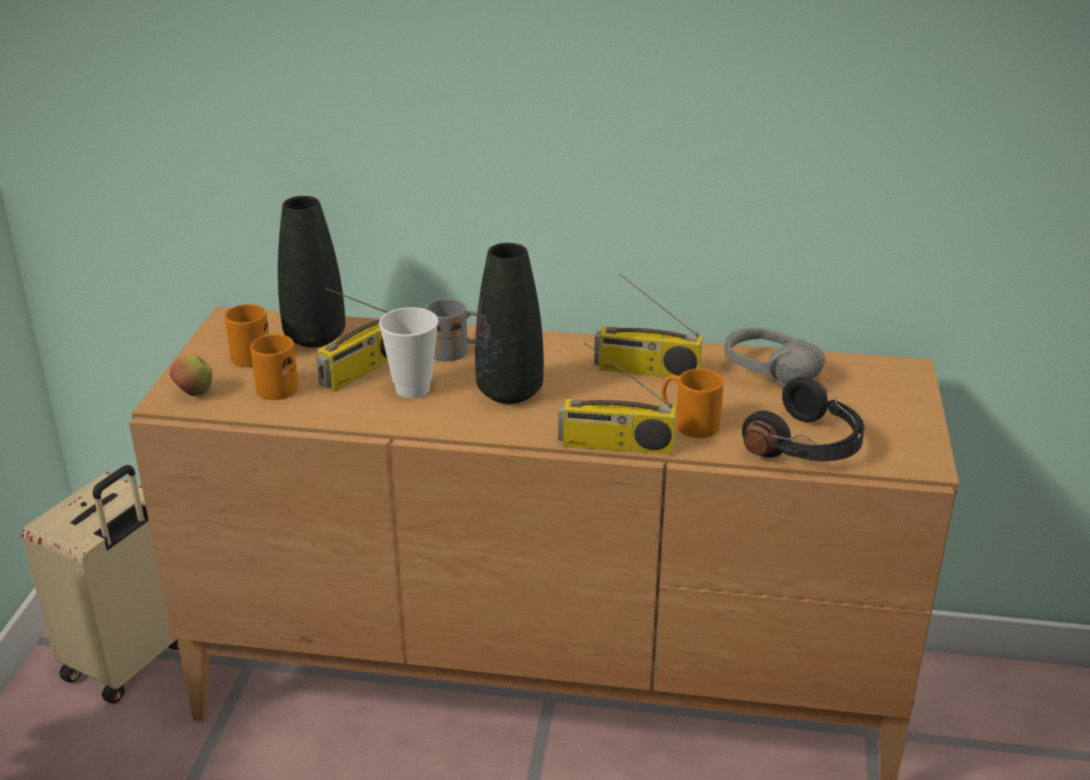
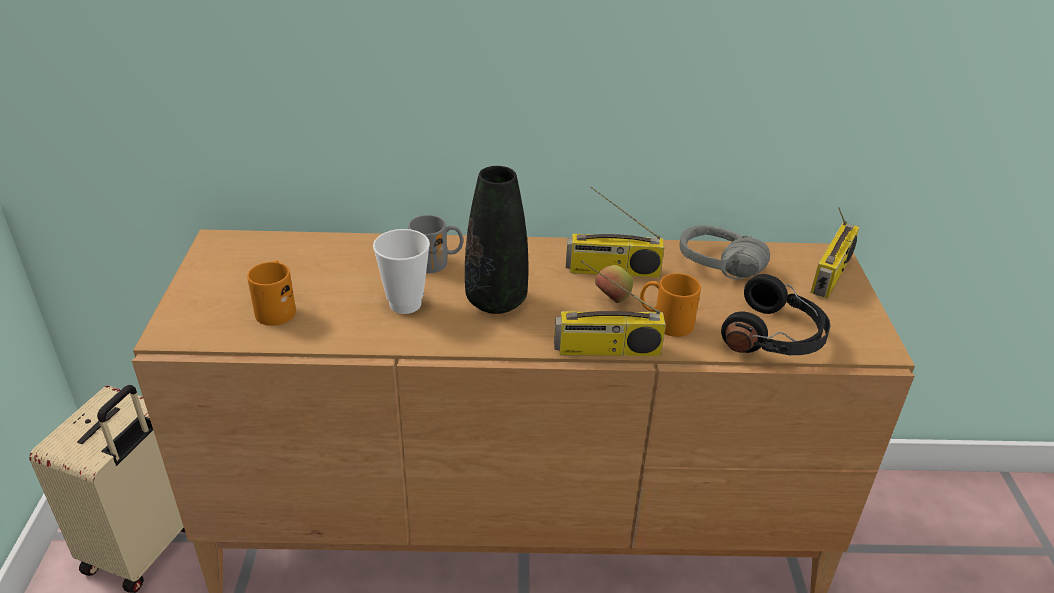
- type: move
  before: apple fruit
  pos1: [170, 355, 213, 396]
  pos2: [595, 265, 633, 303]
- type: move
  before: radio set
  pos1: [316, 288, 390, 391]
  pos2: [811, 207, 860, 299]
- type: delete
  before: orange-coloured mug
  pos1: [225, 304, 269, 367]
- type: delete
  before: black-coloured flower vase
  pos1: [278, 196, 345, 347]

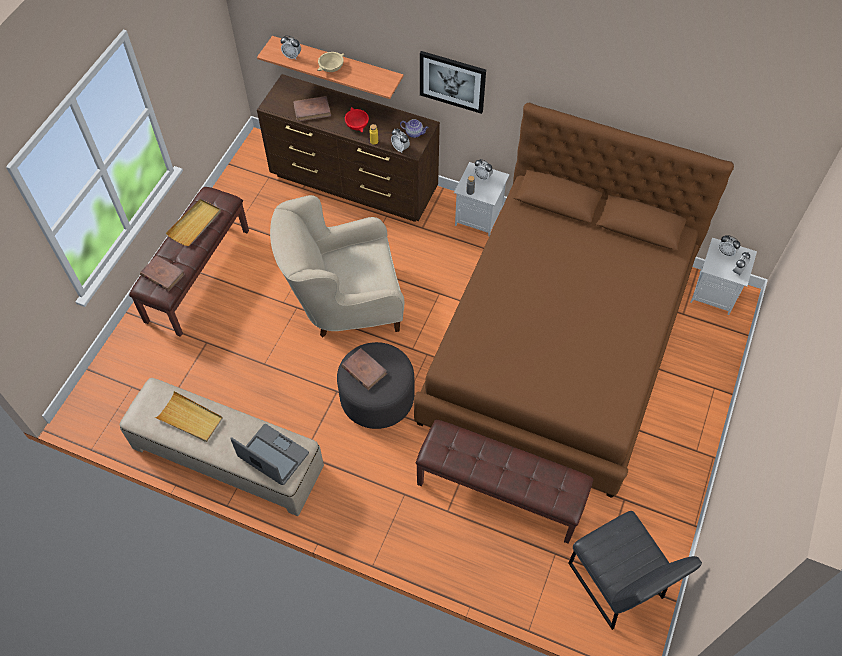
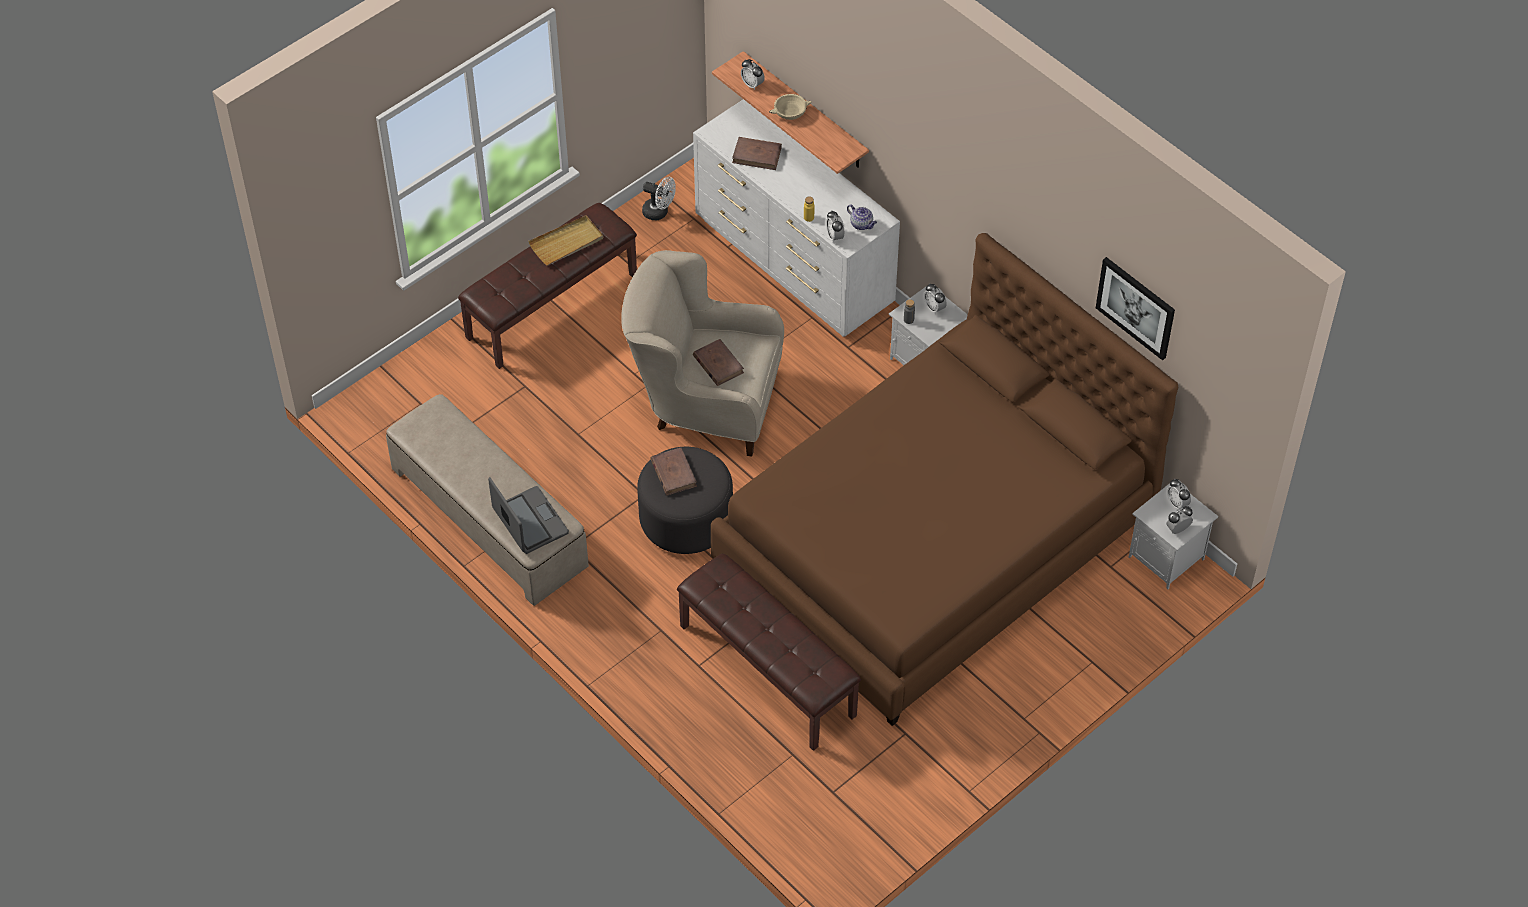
- type: insert
  after: white-coloured cooling fan
  pos2: [642, 177, 676, 220]
- type: recolor
  before: brownish drawer chest
  after: white-coloured drawer chest
  pos1: [257, 74, 440, 222]
  pos2: [693, 99, 900, 337]
- type: move
  before: brownish volume
  pos1: [140, 255, 185, 291]
  pos2: [693, 339, 744, 386]
- type: move
  before: wall art
  pos1: [420, 51, 486, 114]
  pos2: [1096, 257, 1175, 360]
- type: delete
  before: beige serving tray
  pos1: [155, 391, 223, 442]
- type: delete
  before: red bowl
  pos1: [345, 107, 369, 132]
- type: delete
  before: greyish plain chair
  pos1: [568, 511, 702, 630]

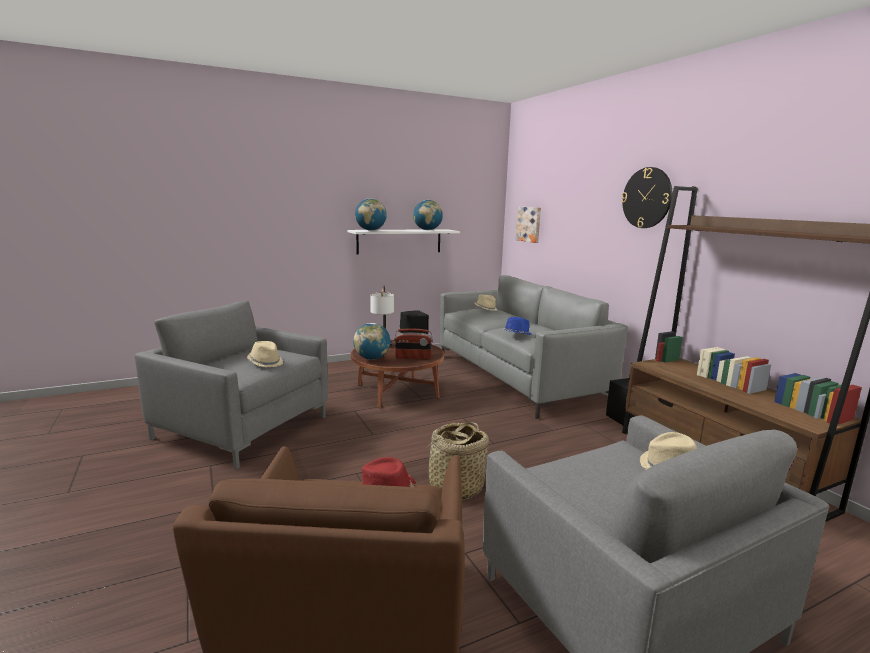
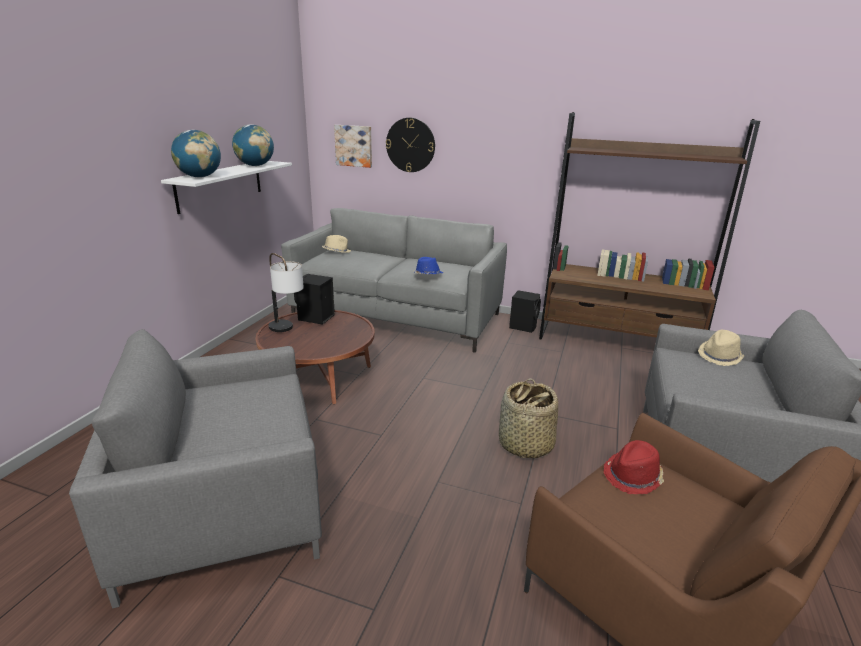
- type: move
  before: hanging clock
  pos1: [621, 167, 672, 228]
  pos2: [386, 118, 435, 172]
- type: delete
  before: beige clothing hat
  pos1: [247, 341, 283, 367]
- type: delete
  before: globe
  pos1: [353, 323, 390, 360]
- type: delete
  before: radio set
  pos1: [394, 329, 433, 359]

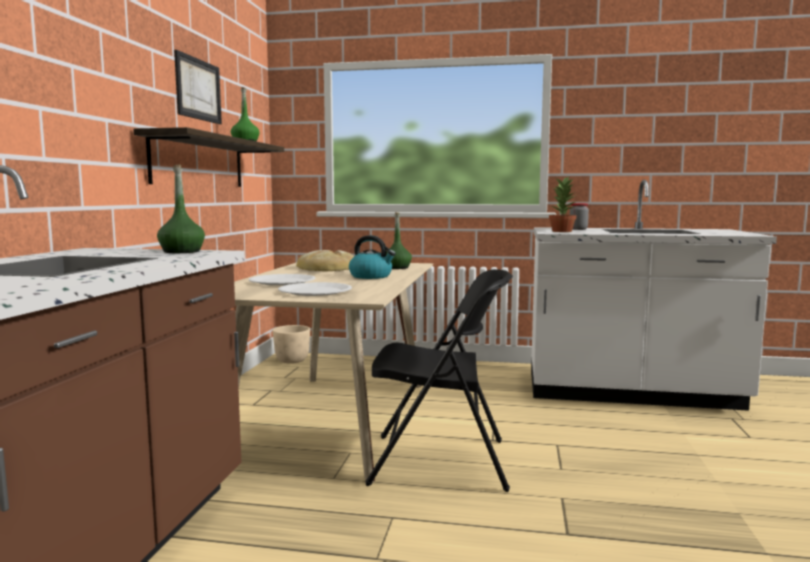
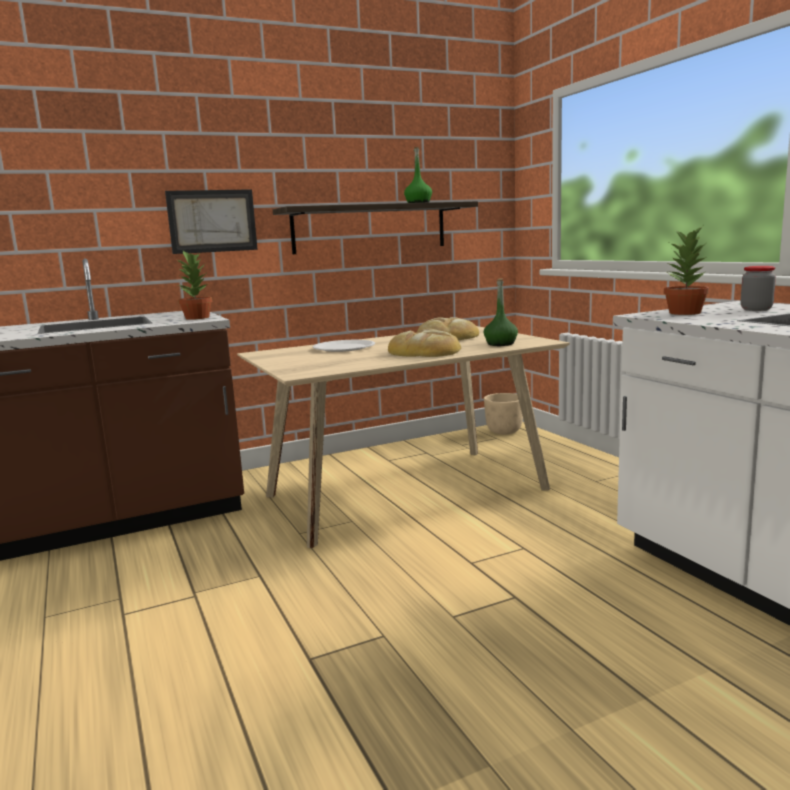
- type: move
  before: wall art
  pos1: [174, 50, 222, 124]
  pos2: [165, 189, 258, 254]
- type: replace
  before: greenish bottle
  after: houseplant
  pos1: [157, 165, 205, 253]
  pos2: [177, 251, 212, 320]
- type: replace
  before: kettle
  after: bread
  pos1: [349, 235, 396, 279]
  pos2: [388, 329, 461, 357]
- type: delete
  before: white-coloured flat dish
  pos1: [278, 282, 352, 296]
- type: delete
  before: black-coloured plain chair
  pos1: [365, 269, 513, 492]

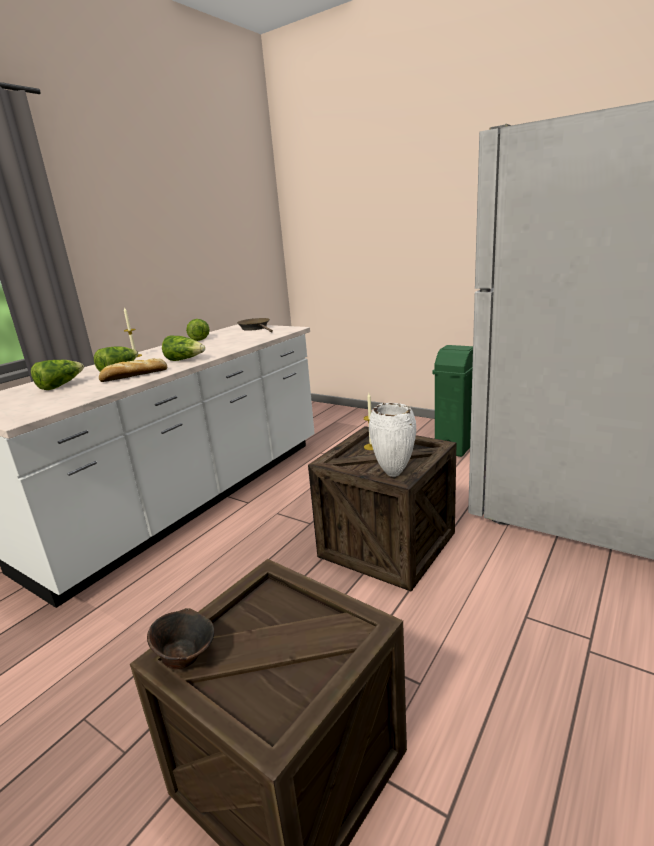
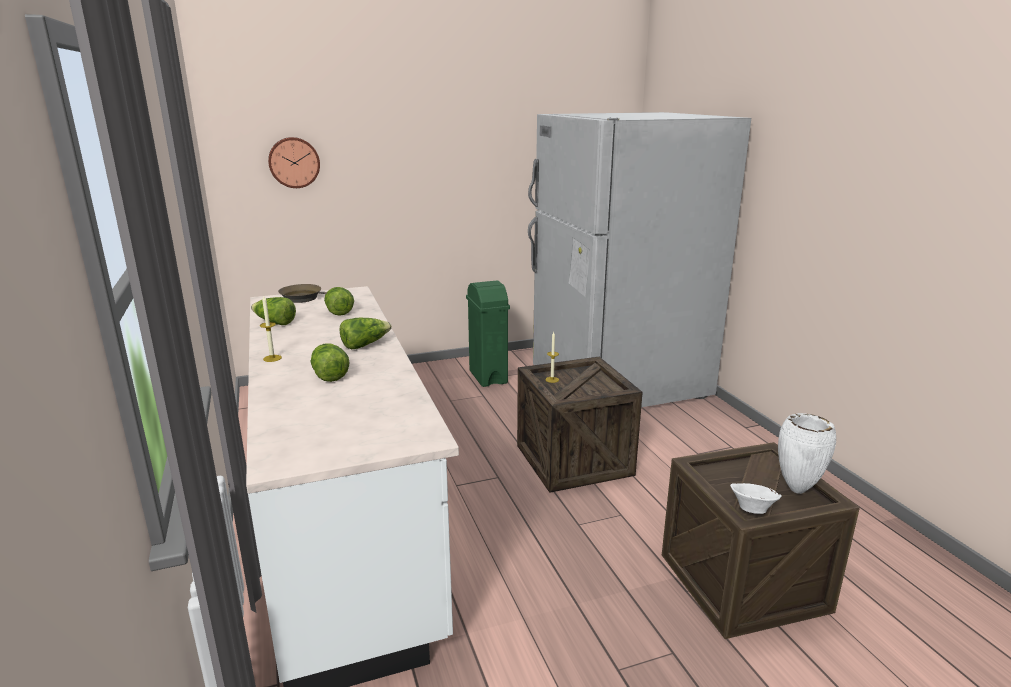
- type: insert
  after: hanging clock
  pos2: [268, 137, 320, 188]
- type: move
  before: lettuce
  pos1: [31, 360, 84, 390]
  pos2: [324, 287, 354, 316]
- type: recolor
  before: brownish bowl
  after: white-coloured bowl
  pos1: [147, 608, 215, 669]
  pos2: [730, 483, 782, 514]
- type: move
  before: white-coloured flower vase
  pos1: [369, 403, 416, 477]
  pos2: [778, 413, 836, 494]
- type: delete
  before: bread
  pos1: [99, 358, 167, 382]

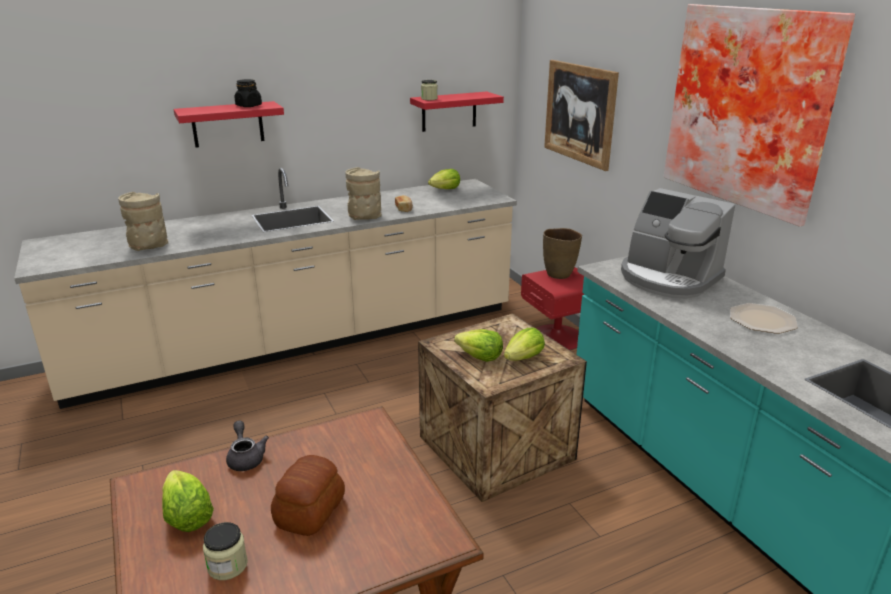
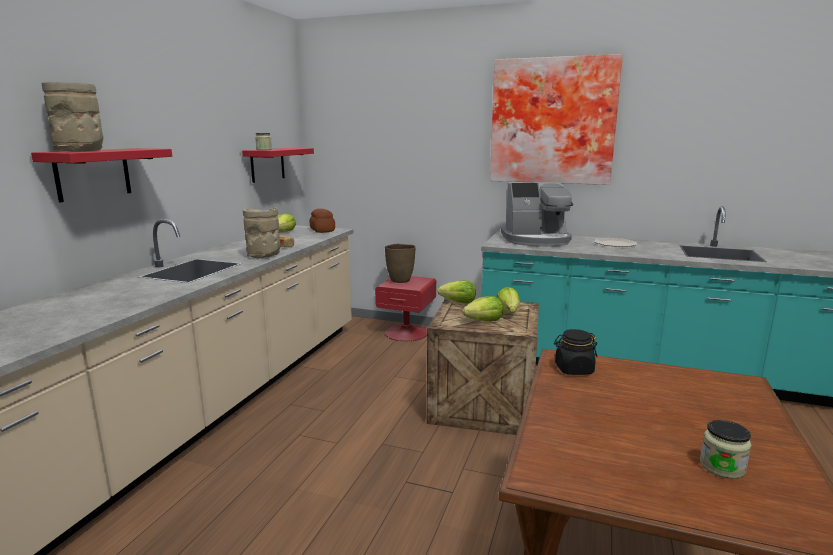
- type: move
  before: beige flower vase
  pos1: [118, 192, 168, 251]
  pos2: [41, 82, 103, 152]
- type: move
  before: bread
  pos1: [271, 455, 345, 536]
  pos2: [309, 209, 335, 233]
- type: move
  before: lettuce
  pos1: [162, 470, 214, 532]
  pos2: [438, 280, 476, 304]
- type: move
  before: black-coloured jar
  pos1: [234, 79, 262, 107]
  pos2: [554, 329, 597, 375]
- type: delete
  before: greyish tea pot
  pos1: [226, 421, 269, 471]
- type: delete
  before: wall art
  pos1: [544, 60, 619, 171]

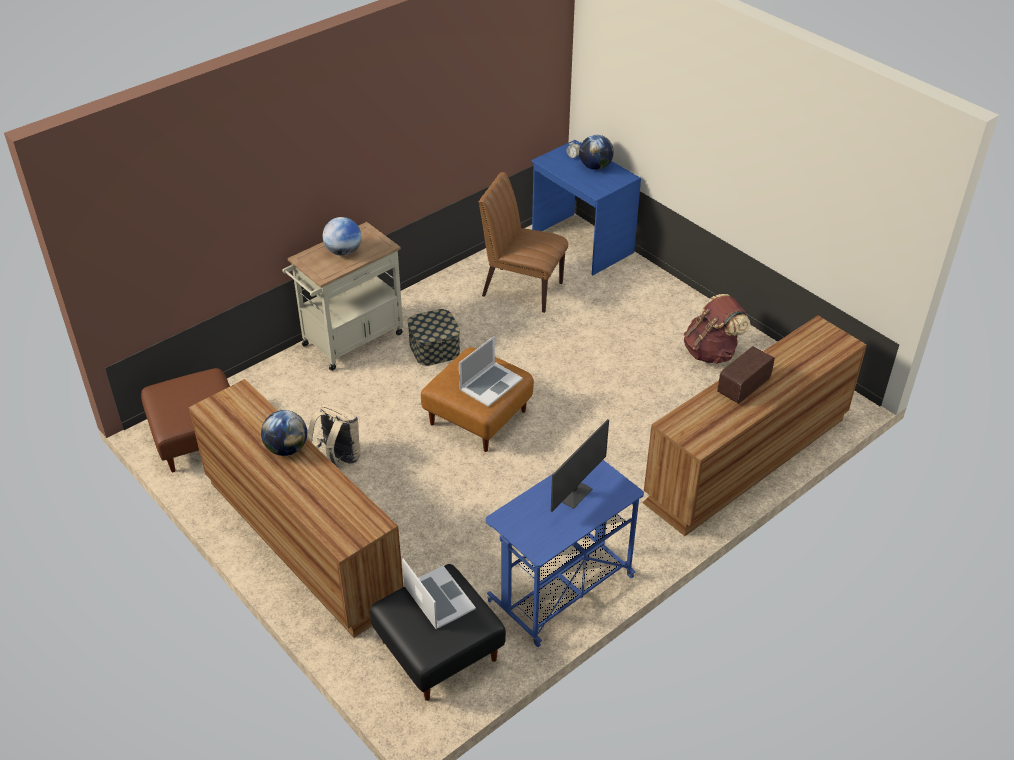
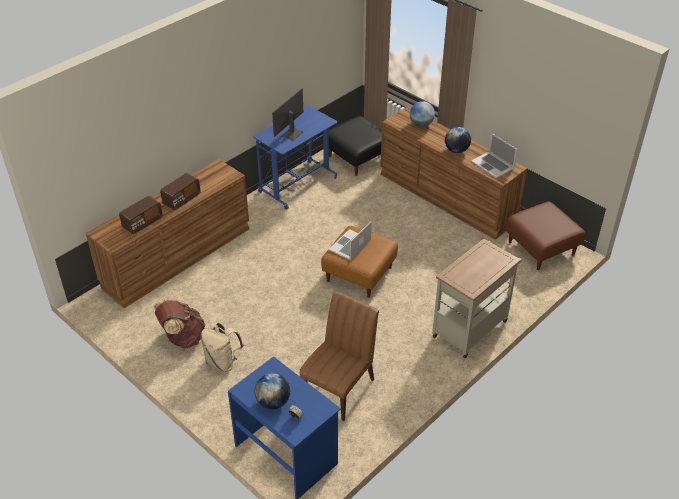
- type: insert
  after: radio set
  pos2: [119, 196, 163, 234]
- type: move
  before: beige knapsack
  pos1: [307, 404, 361, 468]
  pos2: [201, 323, 244, 372]
- type: rotate
  before: brownish plain chair
  pos1: [478, 172, 568, 313]
  pos2: [300, 291, 379, 421]
  turn: -75
- type: move
  before: globe
  pos1: [323, 217, 361, 256]
  pos2: [410, 101, 435, 127]
- type: move
  before: notebook computer
  pos1: [402, 558, 476, 629]
  pos2: [471, 133, 517, 178]
- type: delete
  before: storage box
  pos1: [408, 309, 460, 366]

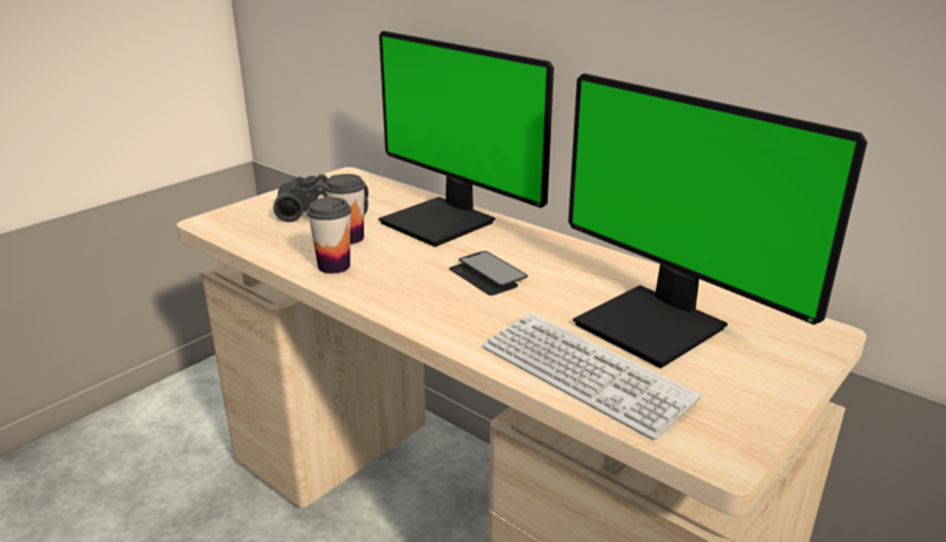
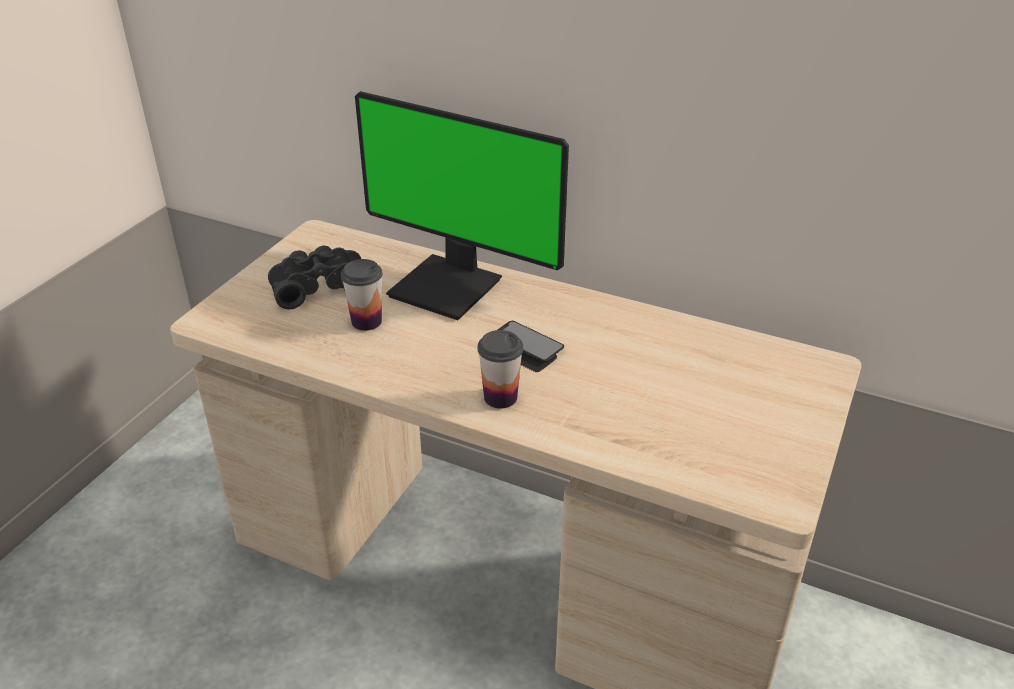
- type: move
  before: drinking cup
  pos1: [307, 197, 351, 274]
  pos2: [477, 330, 523, 409]
- type: delete
  before: keyboard
  pos1: [482, 313, 701, 440]
- type: delete
  before: computer display
  pos1: [568, 73, 867, 368]

